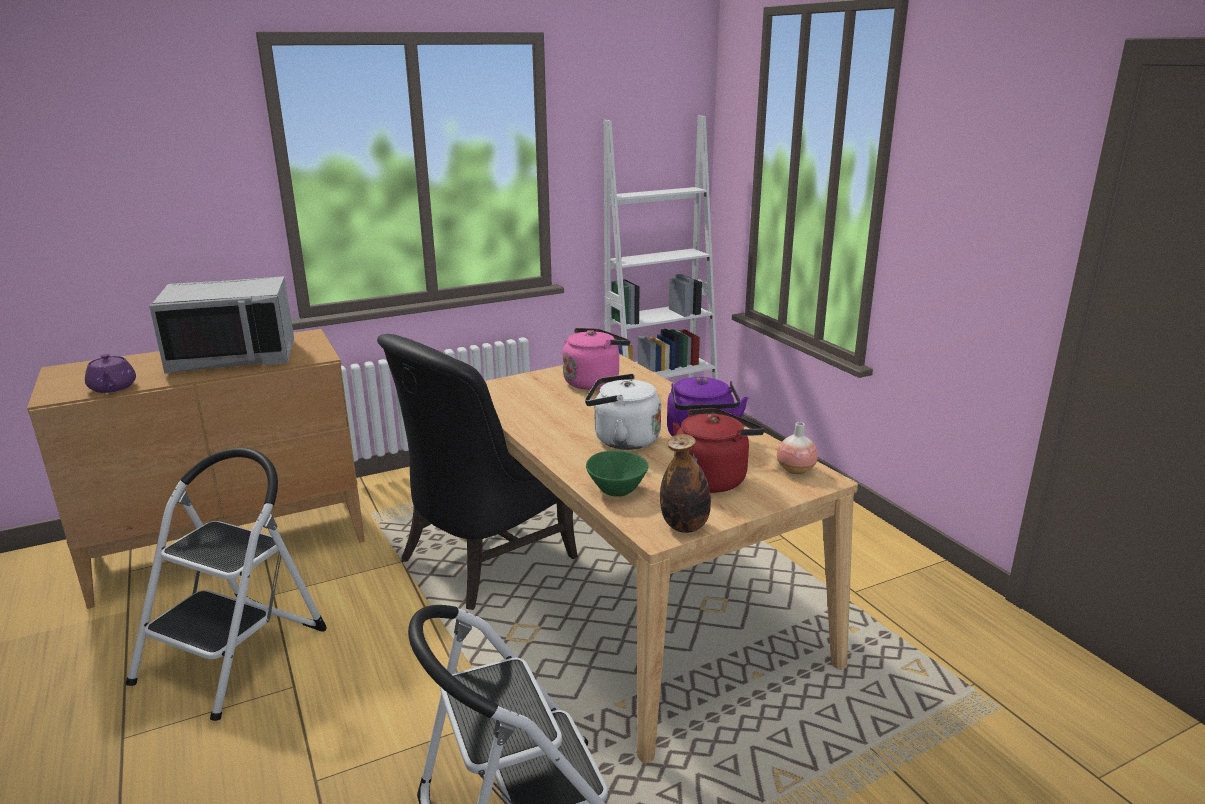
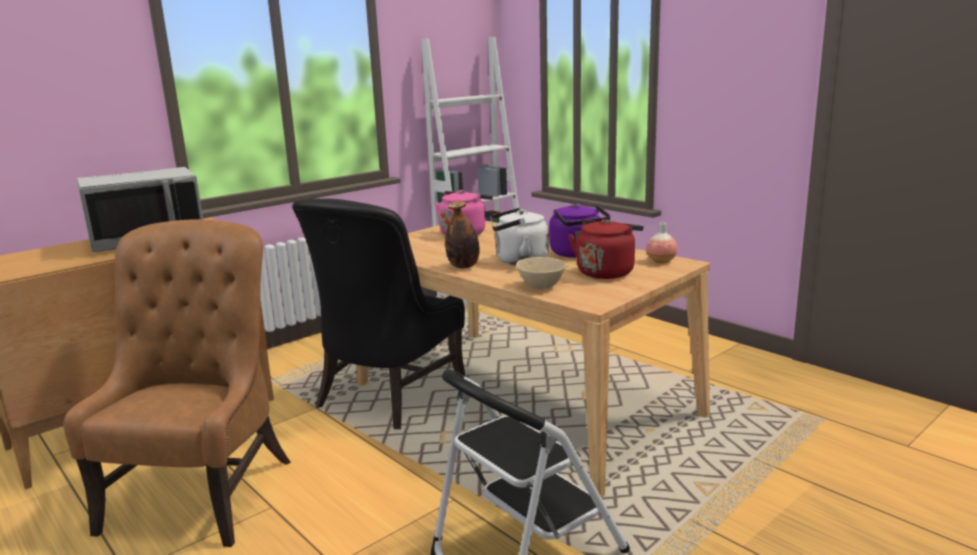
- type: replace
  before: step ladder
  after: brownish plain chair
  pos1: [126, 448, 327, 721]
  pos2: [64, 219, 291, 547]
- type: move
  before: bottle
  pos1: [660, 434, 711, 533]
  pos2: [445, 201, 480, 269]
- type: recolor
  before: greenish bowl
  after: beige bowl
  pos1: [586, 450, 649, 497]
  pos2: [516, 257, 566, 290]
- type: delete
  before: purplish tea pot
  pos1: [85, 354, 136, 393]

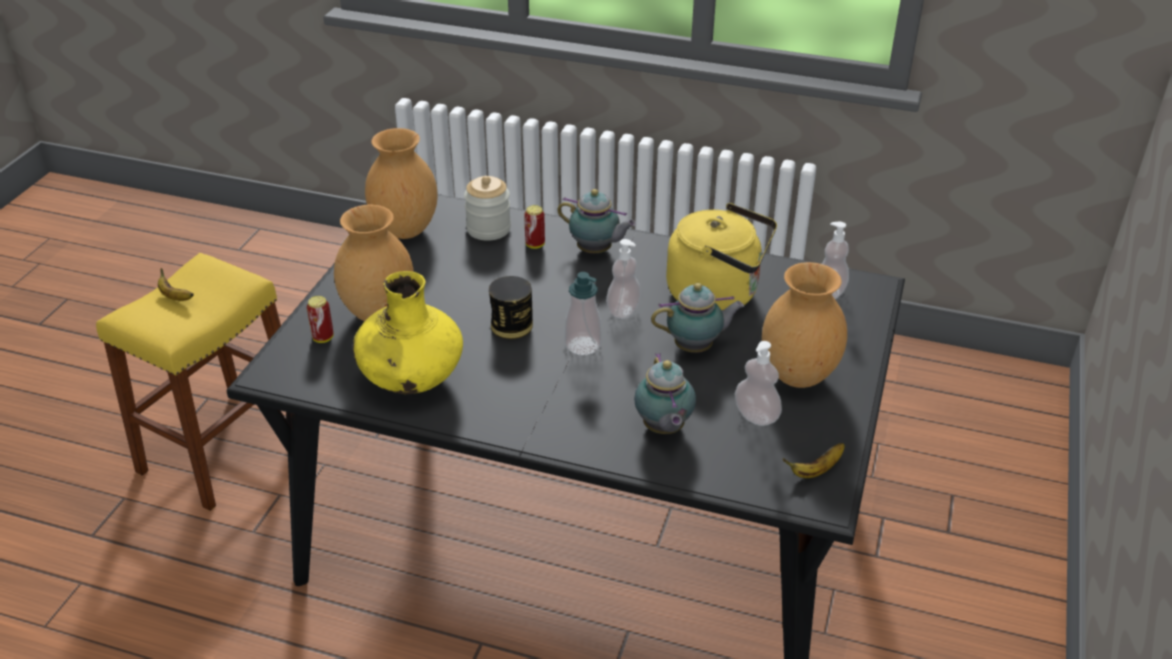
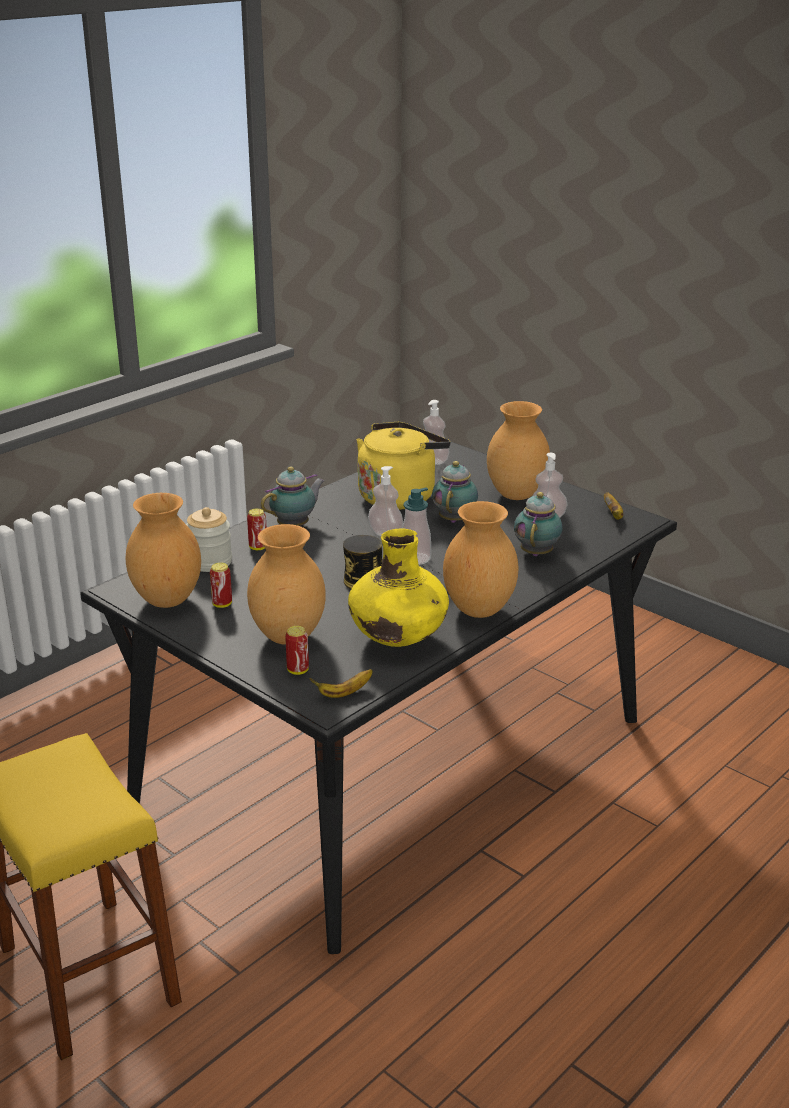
- type: insert
  after: can
  pos2: [210, 563, 232, 608]
- type: move
  before: banana fruit
  pos1: [158, 268, 194, 301]
  pos2: [309, 669, 373, 698]
- type: insert
  after: brownish flower vase
  pos2: [443, 501, 518, 618]
- type: rotate
  before: tea pot
  pos1: [634, 353, 696, 434]
  pos2: [514, 492, 563, 556]
  turn: -90

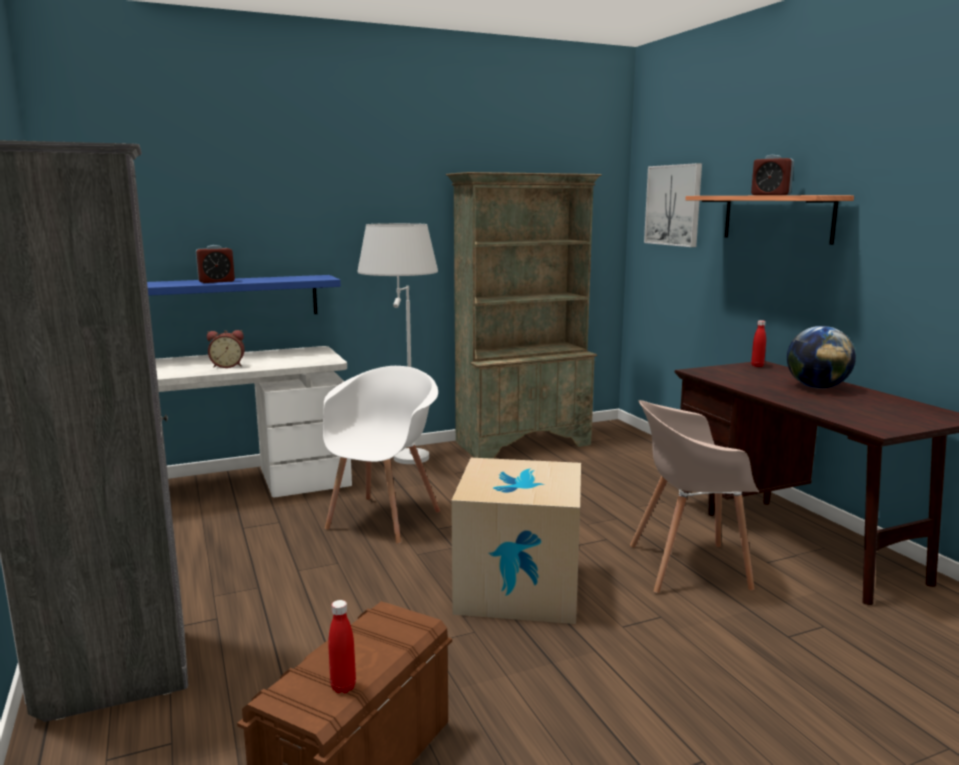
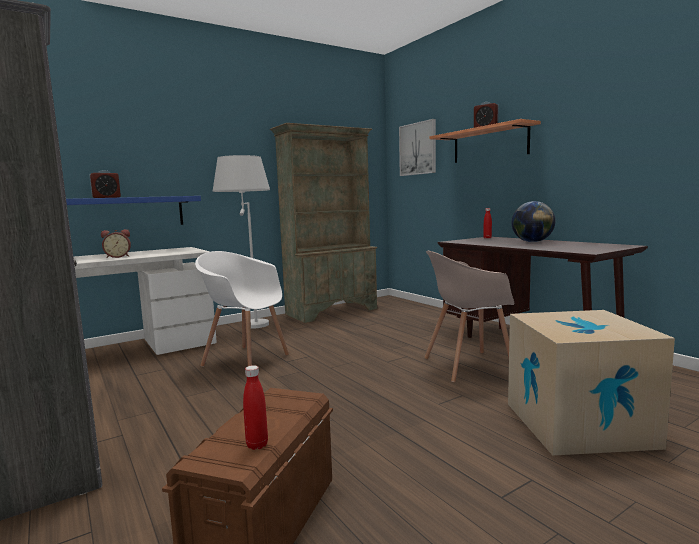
- type: rotate
  before: white-coloured plain chair
  pos1: [323, 366, 440, 544]
  pos2: [195, 251, 289, 367]
  turn: -75
- type: move
  before: carton
  pos1: [451, 458, 581, 624]
  pos2: [508, 310, 675, 456]

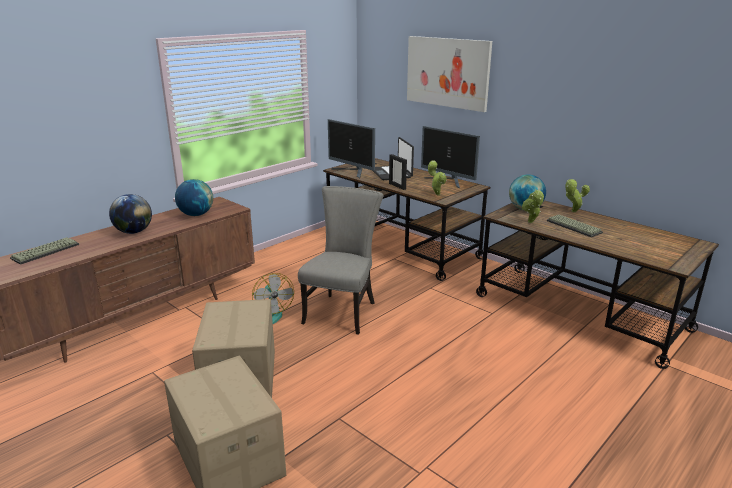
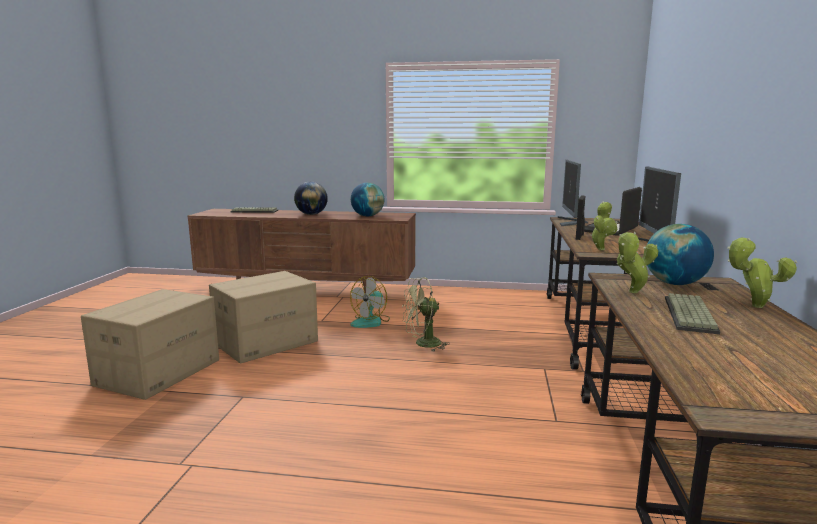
- type: replace
  before: greyish plain chair
  after: greenish cooling fan
  pos1: [298, 186, 384, 335]
  pos2: [402, 277, 450, 352]
- type: delete
  before: wall art
  pos1: [407, 36, 492, 112]

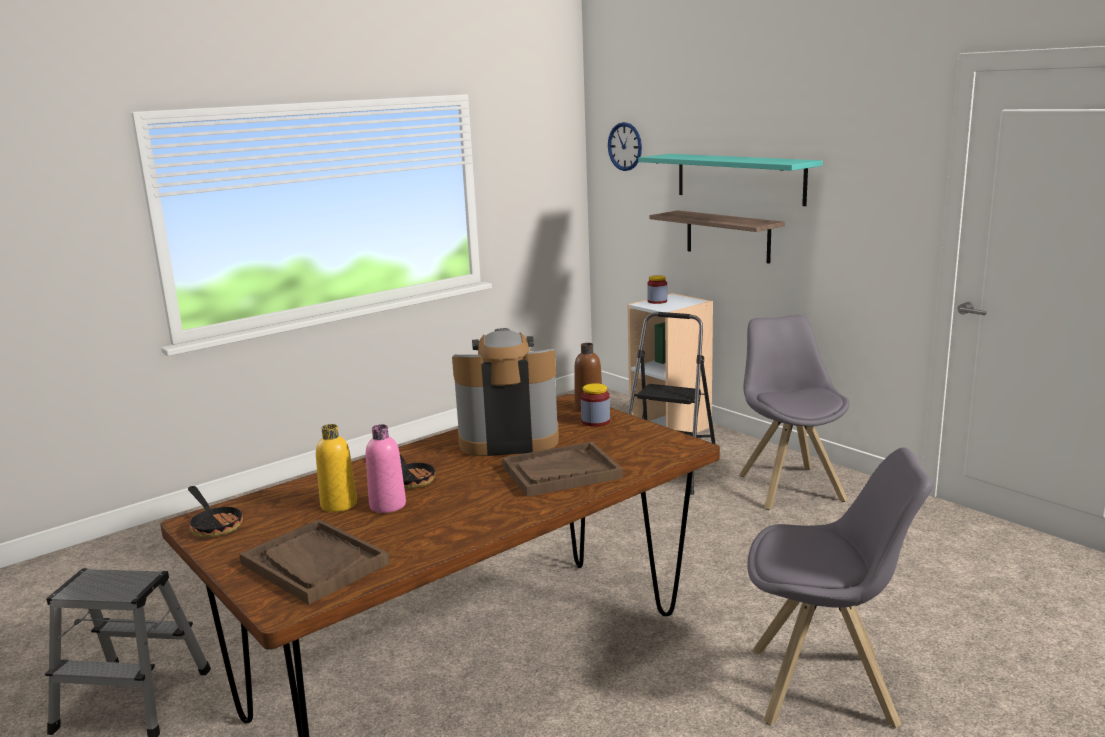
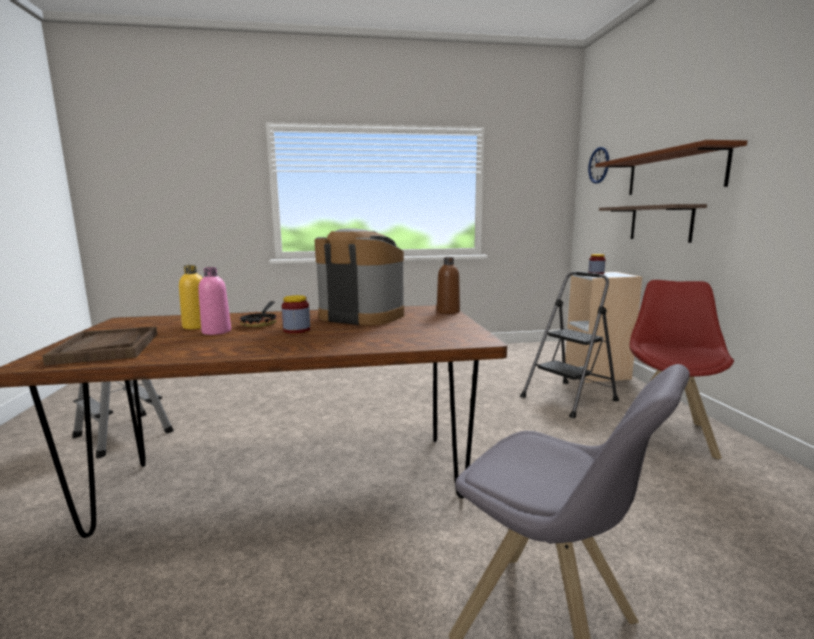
- type: move
  before: jar
  pos1: [581, 383, 610, 427]
  pos2: [282, 295, 310, 333]
- type: recolor
  before: blue-green shelf
  after: brownish shelf
  pos1: [638, 154, 823, 206]
  pos2: [595, 140, 747, 195]
- type: recolor
  before: greyish plain chair
  after: red plain chair
  pos1: [739, 315, 850, 510]
  pos2: [629, 280, 734, 460]
- type: delete
  before: skillet
  pos1: [187, 486, 244, 537]
- type: delete
  before: brownish serving tray
  pos1: [502, 442, 623, 497]

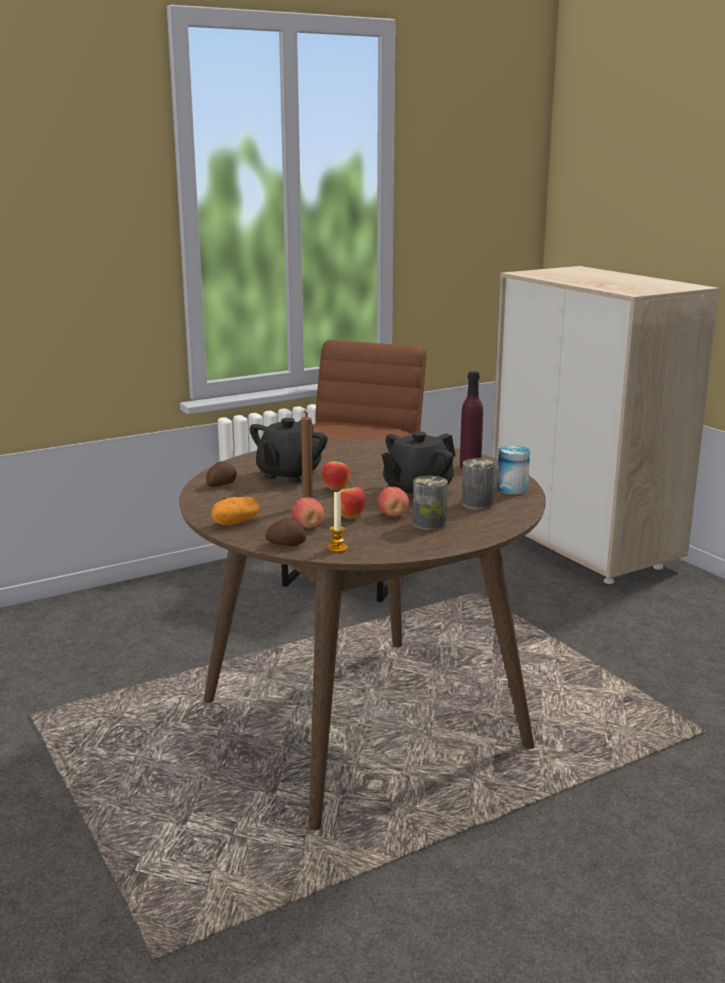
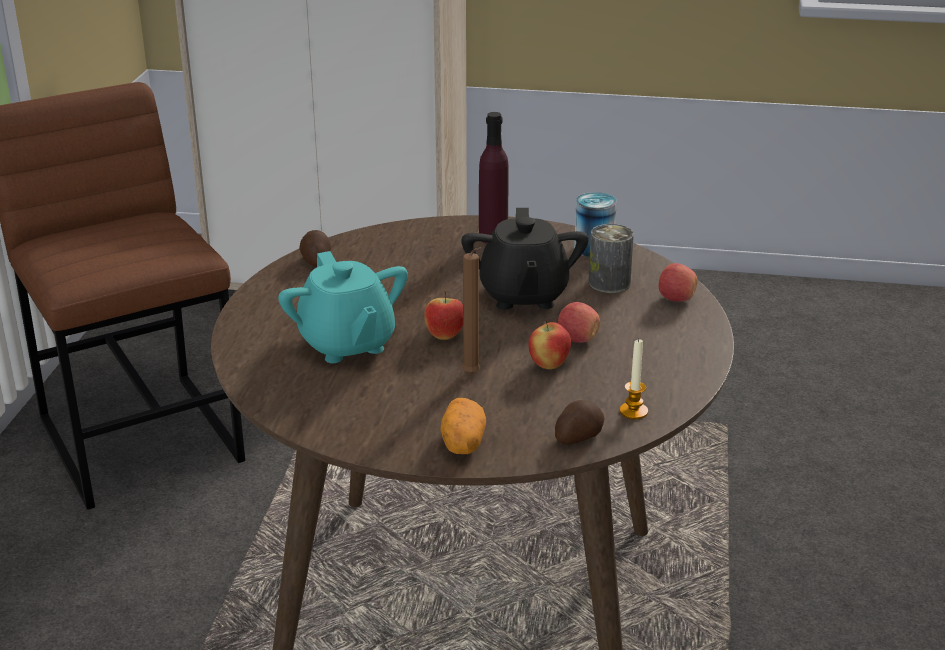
- type: recolor
  before: black-coloured tea pot
  after: blue-green tea pot
  pos1: [250, 418, 328, 483]
  pos2: [278, 251, 408, 363]
- type: move
  before: potato
  pos1: [206, 461, 237, 487]
  pos2: [299, 230, 331, 267]
- type: move
  before: apple fruit
  pos1: [292, 497, 324, 528]
  pos2: [659, 263, 698, 302]
- type: delete
  before: can
  pos1: [413, 476, 448, 530]

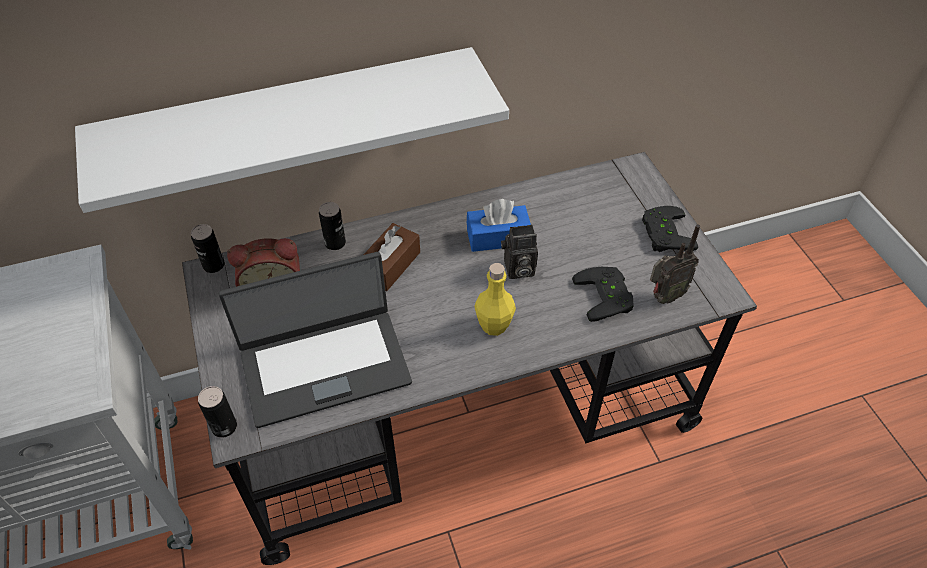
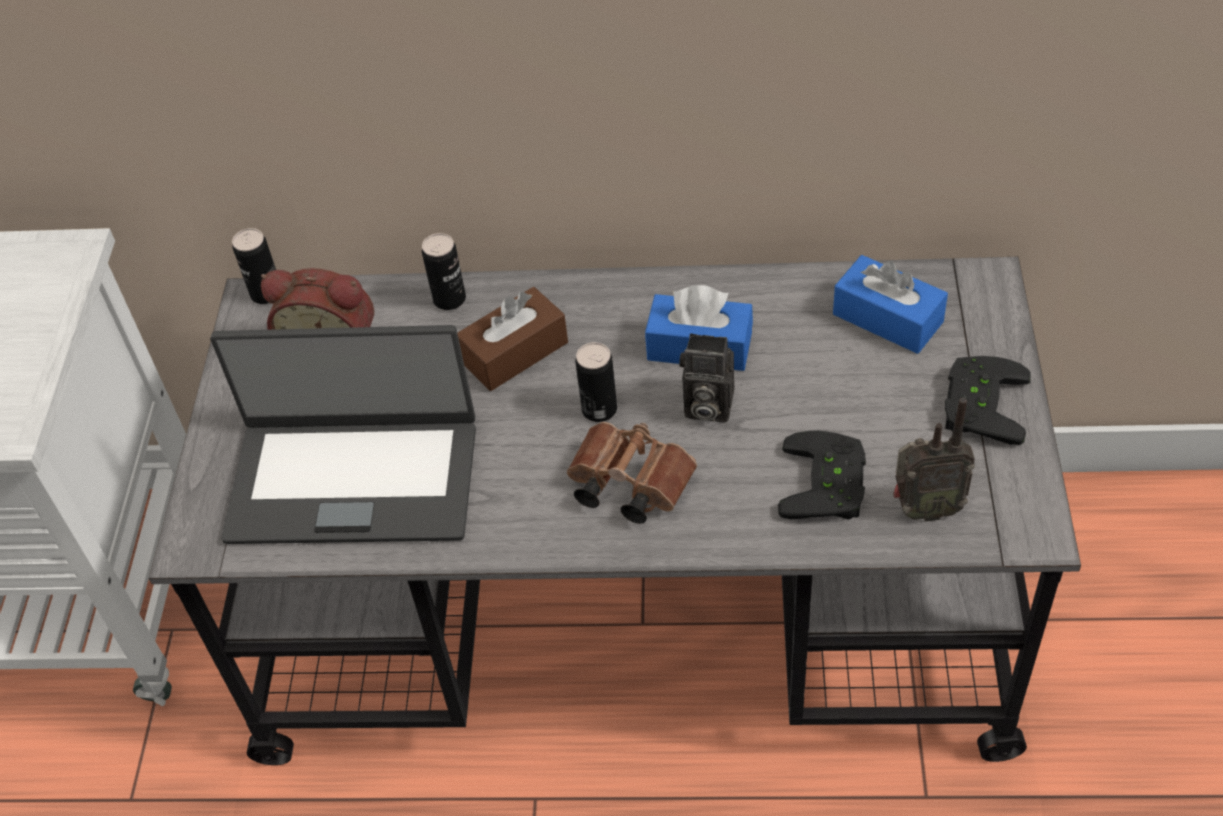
- type: replace
  before: yellow bottle
  after: brownish field glasses
  pos1: [474, 263, 516, 336]
  pos2: [567, 422, 697, 524]
- type: move
  before: can
  pos1: [198, 386, 237, 438]
  pos2: [575, 342, 617, 422]
- type: insert
  after: bluish tissue box
  pos2: [833, 255, 948, 354]
- type: delete
  before: white-coloured shelf
  pos1: [75, 47, 509, 213]

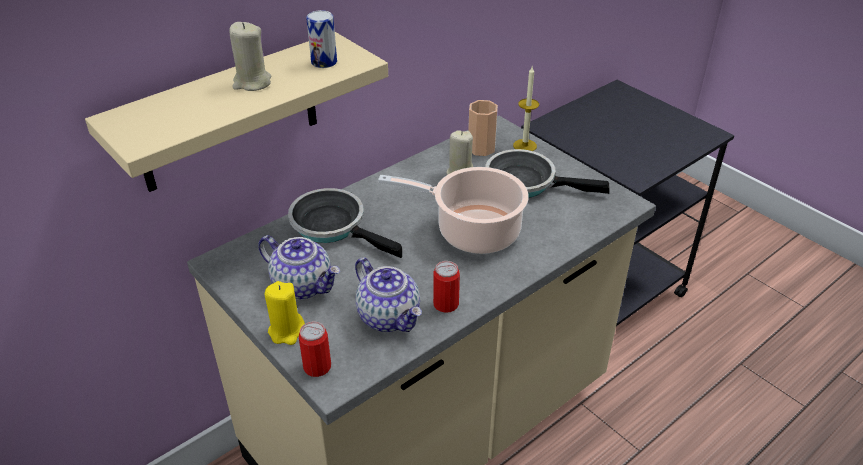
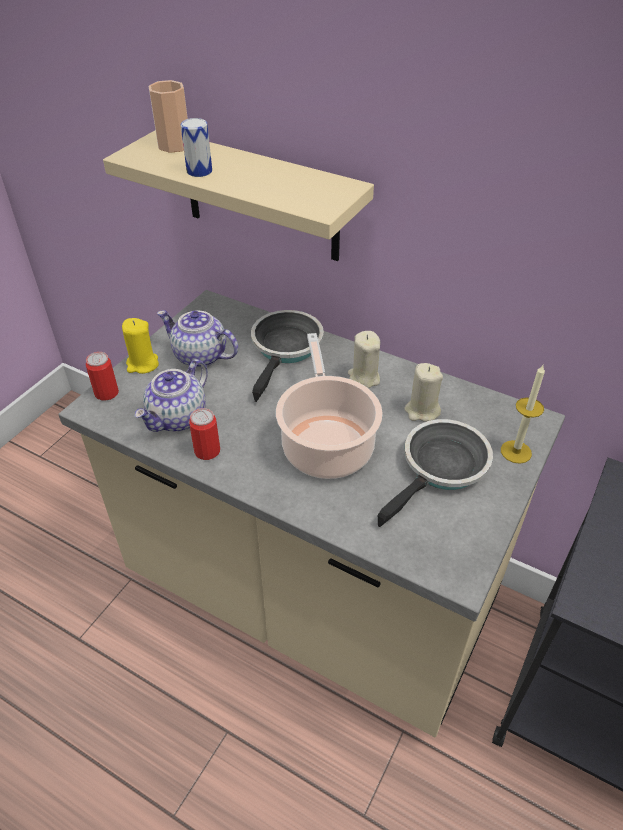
- type: move
  before: drinking cup
  pos1: [468, 100, 498, 156]
  pos2: [149, 80, 188, 153]
- type: rotate
  before: tea pot
  pos1: [258, 235, 340, 300]
  pos2: [157, 310, 238, 368]
  turn: 105
- type: move
  before: can
  pos1: [306, 10, 337, 68]
  pos2: [180, 118, 212, 177]
- type: move
  before: beige candle
  pos1: [229, 22, 271, 91]
  pos2: [348, 331, 380, 388]
- type: rotate
  before: skillet
  pos1: [485, 149, 609, 198]
  pos2: [378, 419, 493, 527]
  turn: 45

